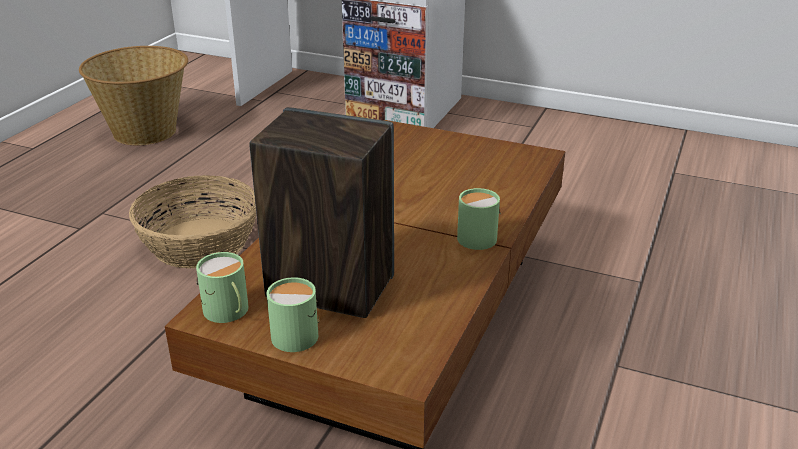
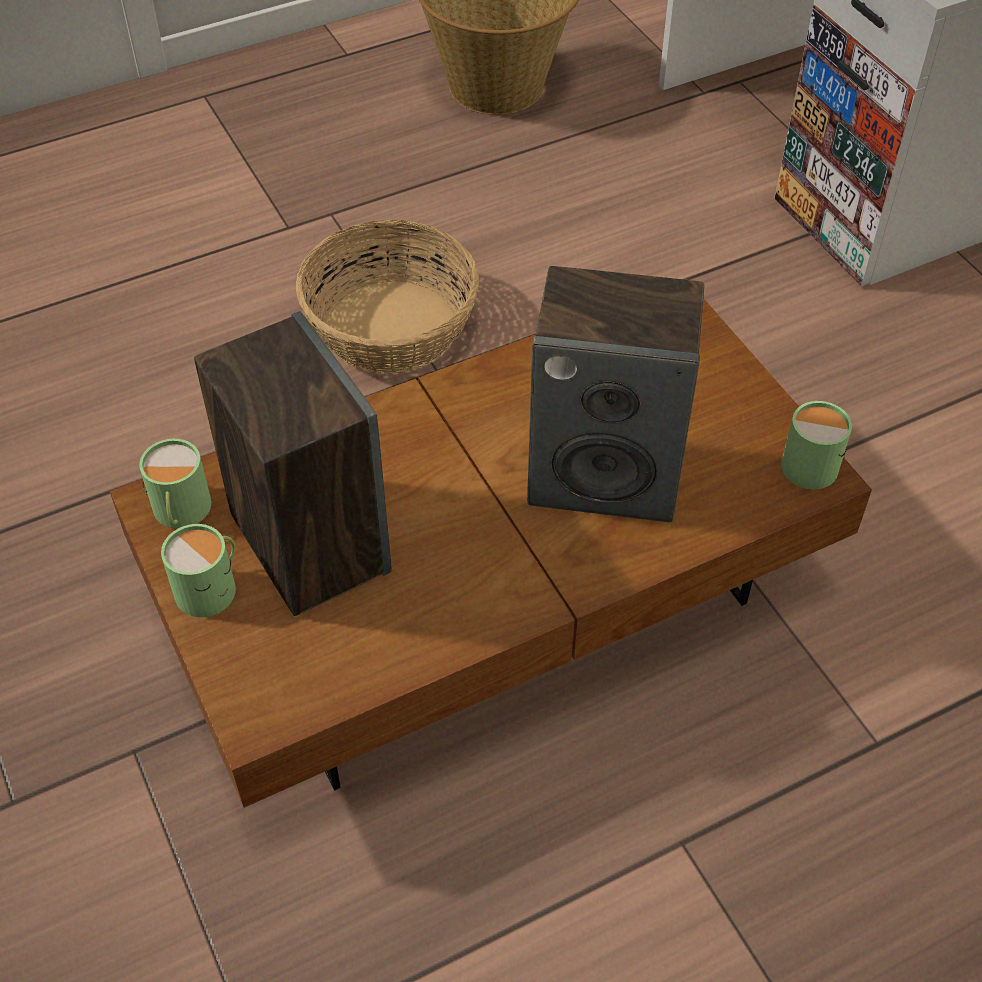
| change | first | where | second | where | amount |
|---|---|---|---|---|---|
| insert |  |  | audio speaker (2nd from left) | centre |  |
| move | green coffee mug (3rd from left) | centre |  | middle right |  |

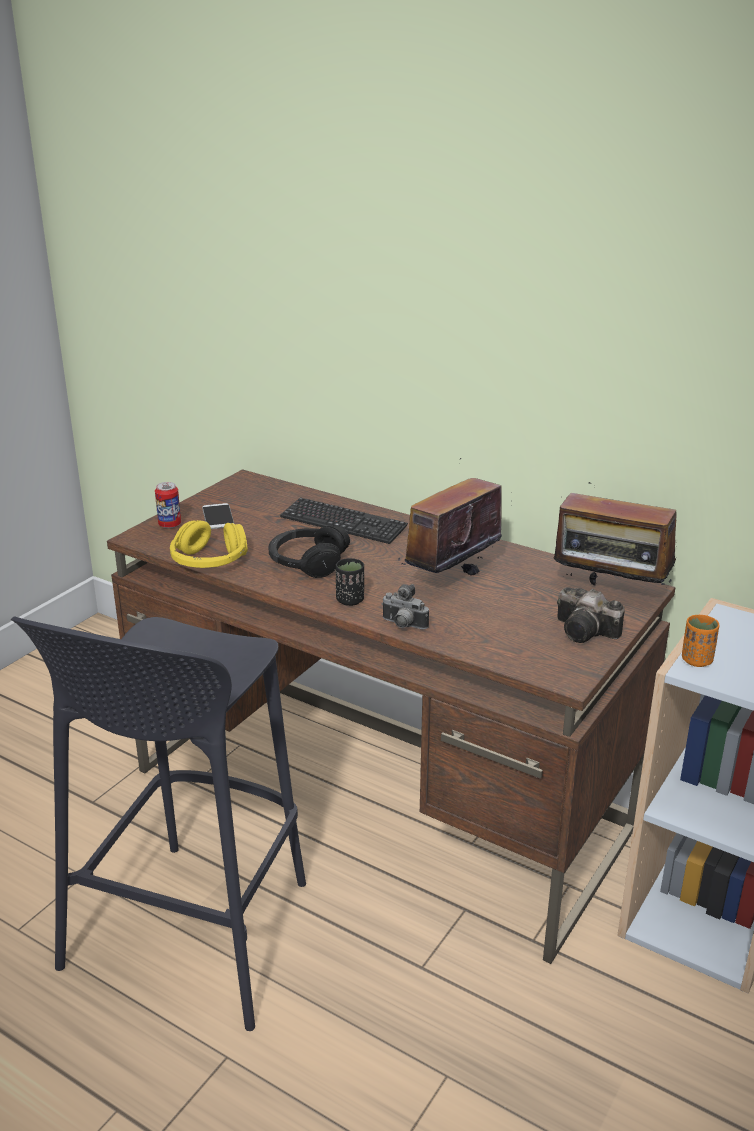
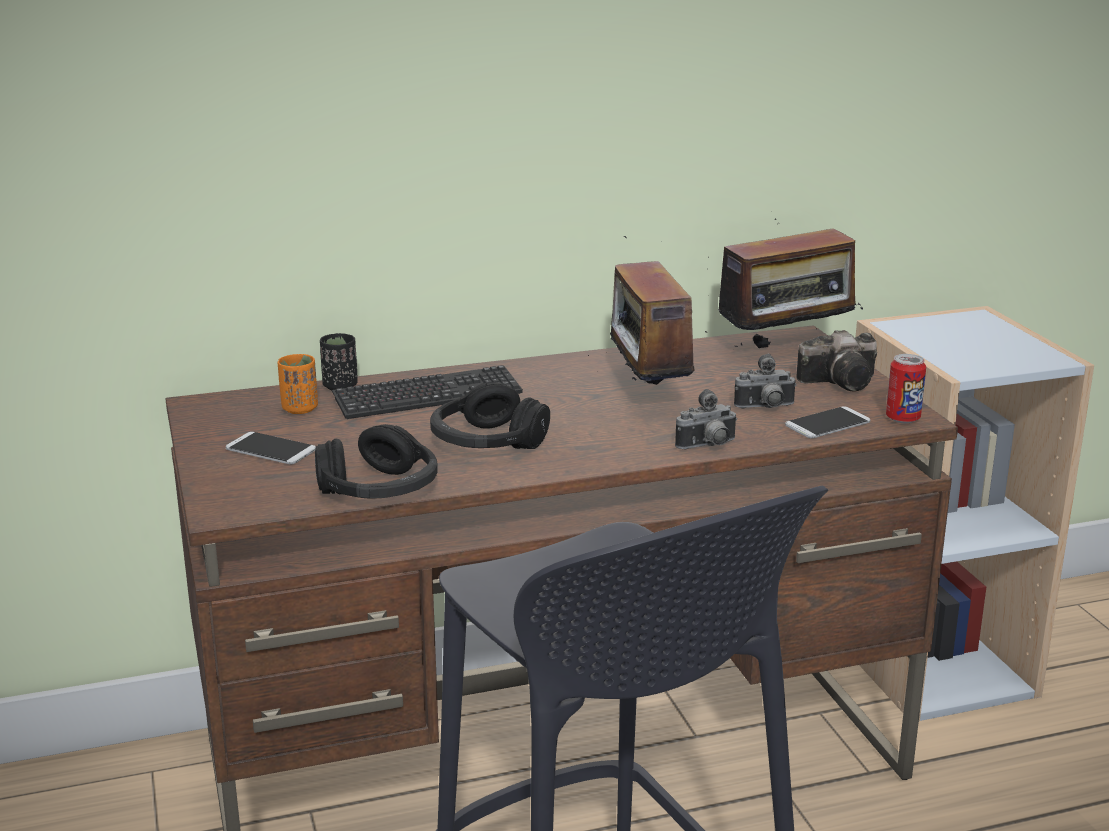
| change | first | where | second | where | amount |
|---|---|---|---|---|---|
| insert |  |  | still camera (2nd from left) | middle right |  |
| insert |  |  | telephone (2nd from left) | middle right |  |
| move | can | middle left |  | middle right |  |
| move | black-coloured small cup | centre |  | middle left |  |
| move | orange-coloured small cup | middle right |  | middle left |  |
| recolor | yellowish headset | middle left | black-coloured headset (1st from left) | centre |  |

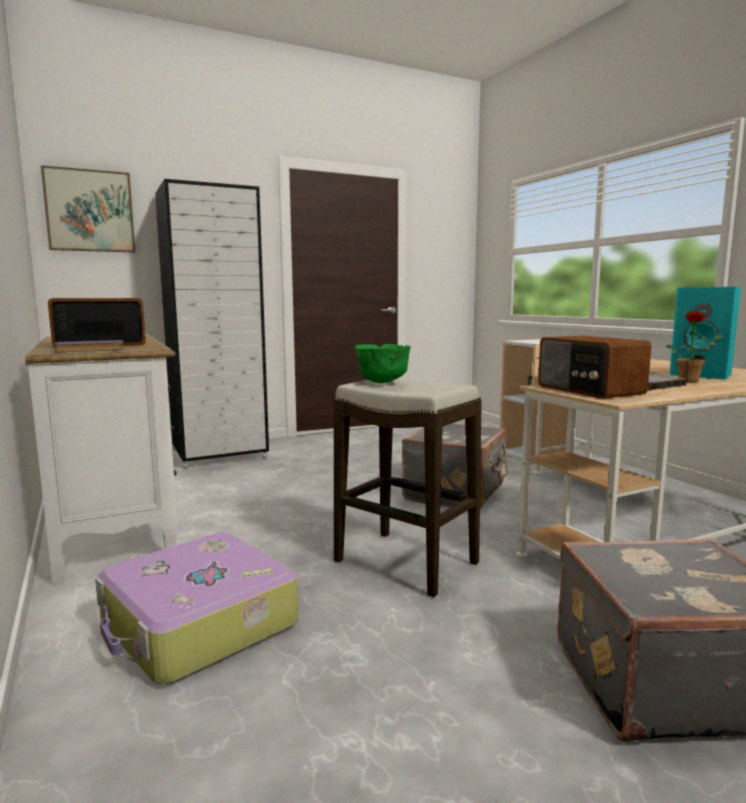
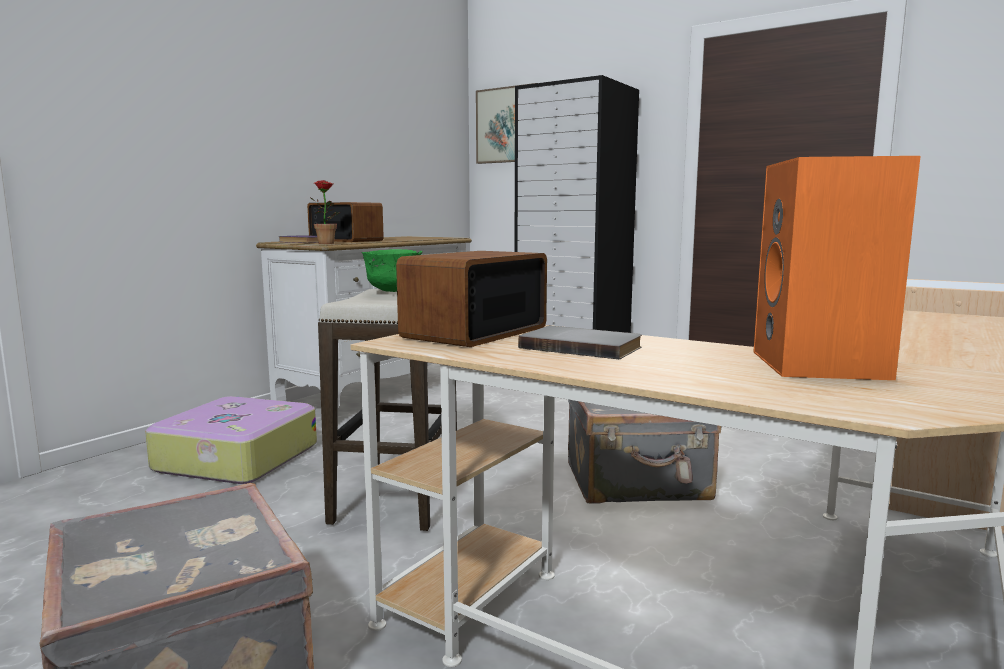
| change | first | where | second | where | amount |
|---|---|---|---|---|---|
| move | houseplant | middle right |  | top left |  |
| recolor | turquoise-coloured audio speaker | middle right | orange-coloured audio speaker | middle right |  |

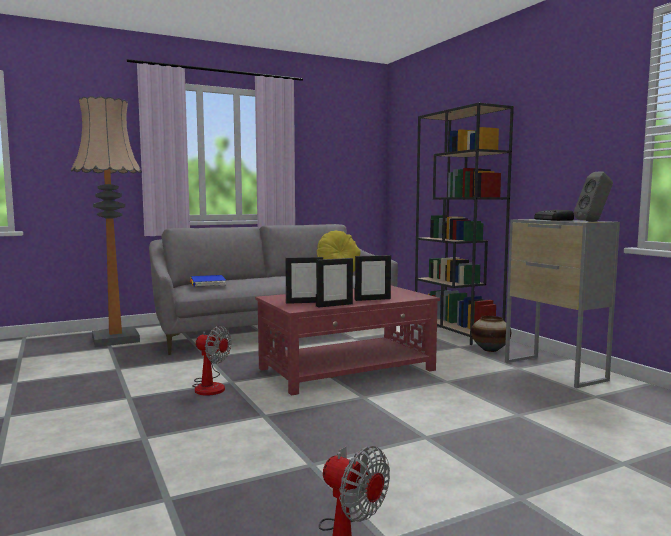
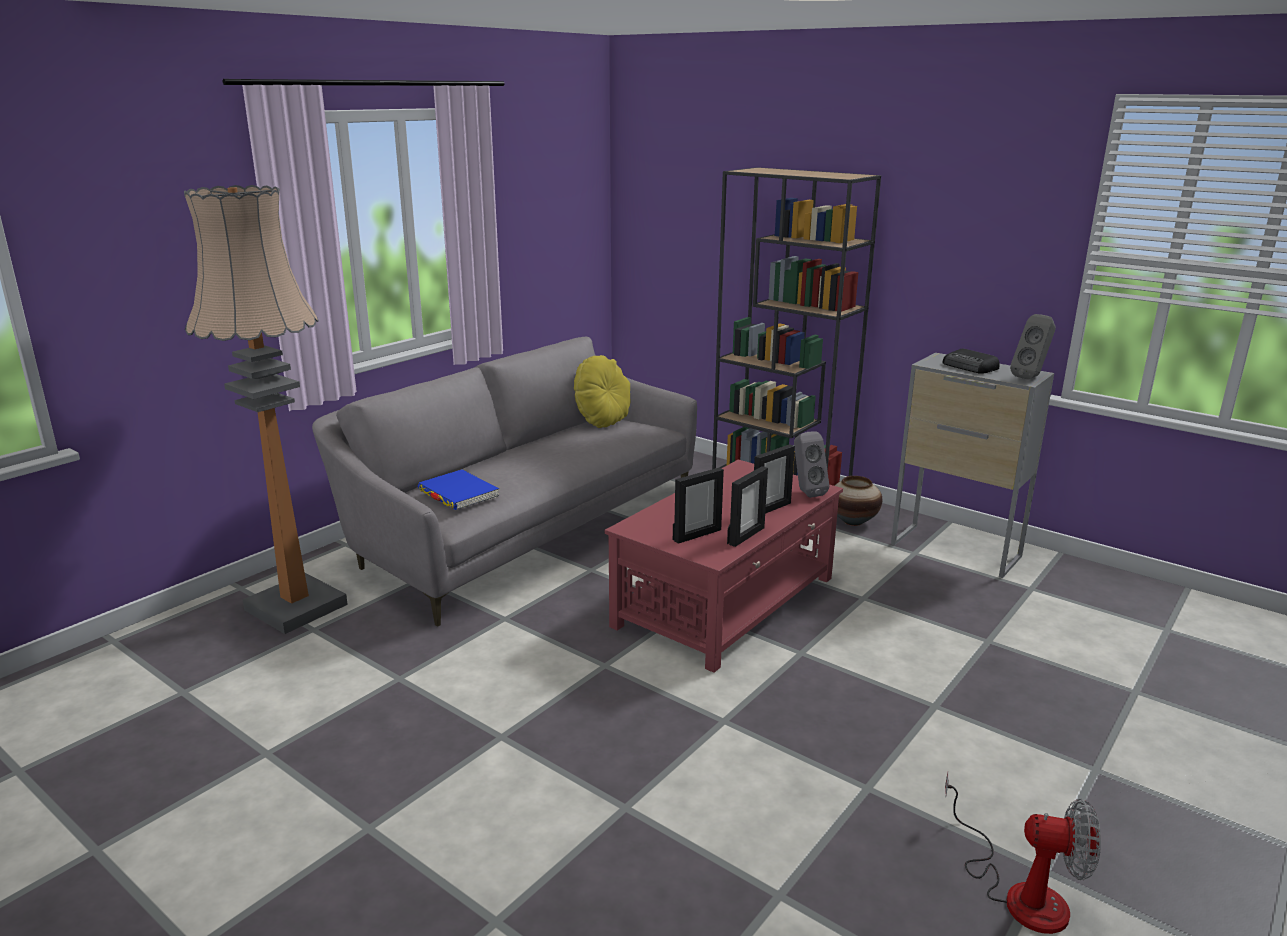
| change | first | where | second | where | amount |
|---|---|---|---|---|---|
| delete | fan (1st from left) | bottom left |  |  |  |
| insert |  |  | grey audio speaker (1st from left) | centre |  |

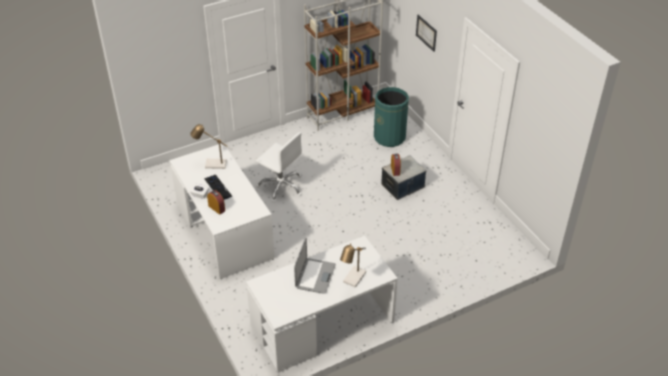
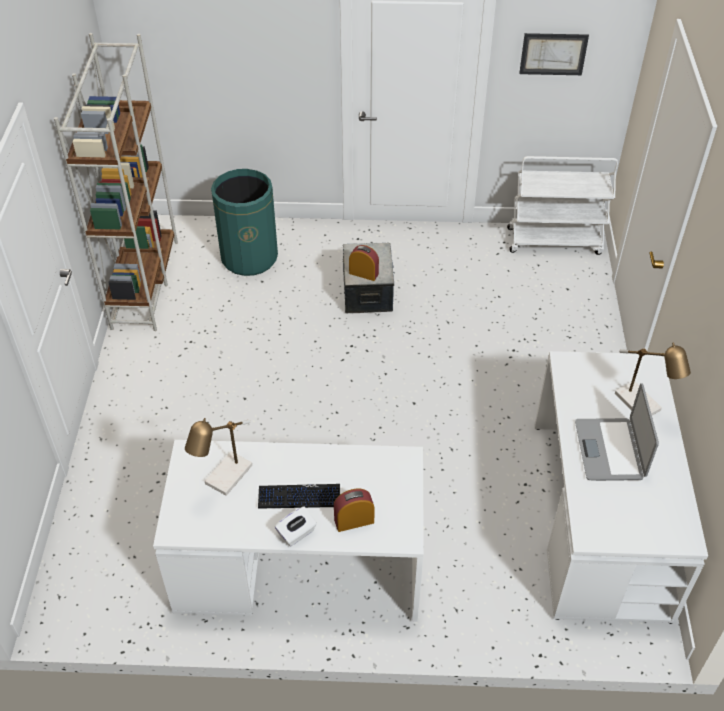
| change | first | where | second | where | amount |
|---|---|---|---|---|---|
| delete | whitish computer chair | centre |  |  |  |
| insert |  |  | whitish trolley | top right |  |
| move | wall picture | top centre |  | top right |  |
| rotate | notebook computer | bottom centre |  | middle right | 135 degrees counterclockwise |

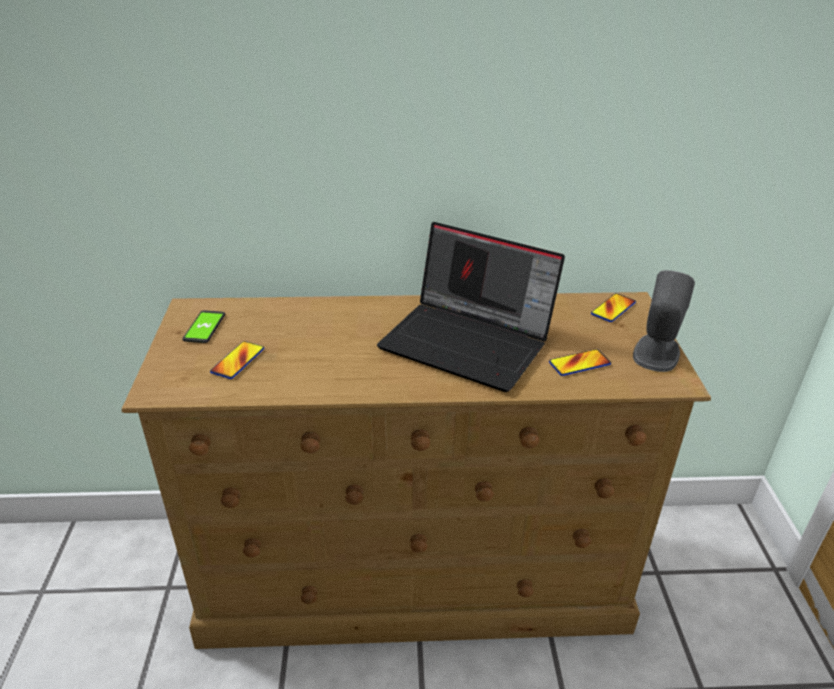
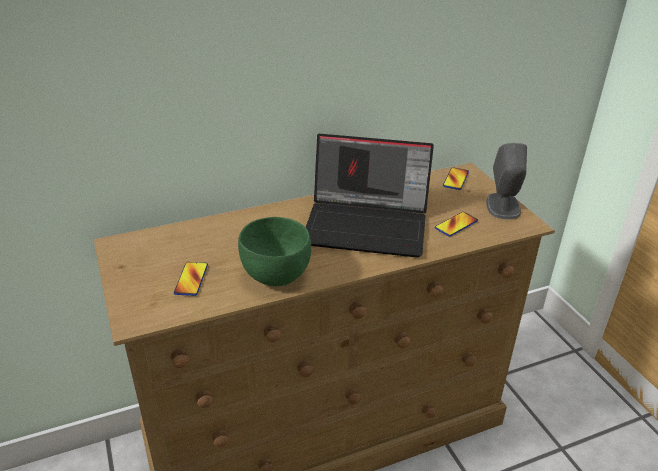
| change | first | where | second | where | amount |
|---|---|---|---|---|---|
| delete | telephone (1st from left) | middle left |  |  |  |
| insert |  |  | green deep dish | centre |  |

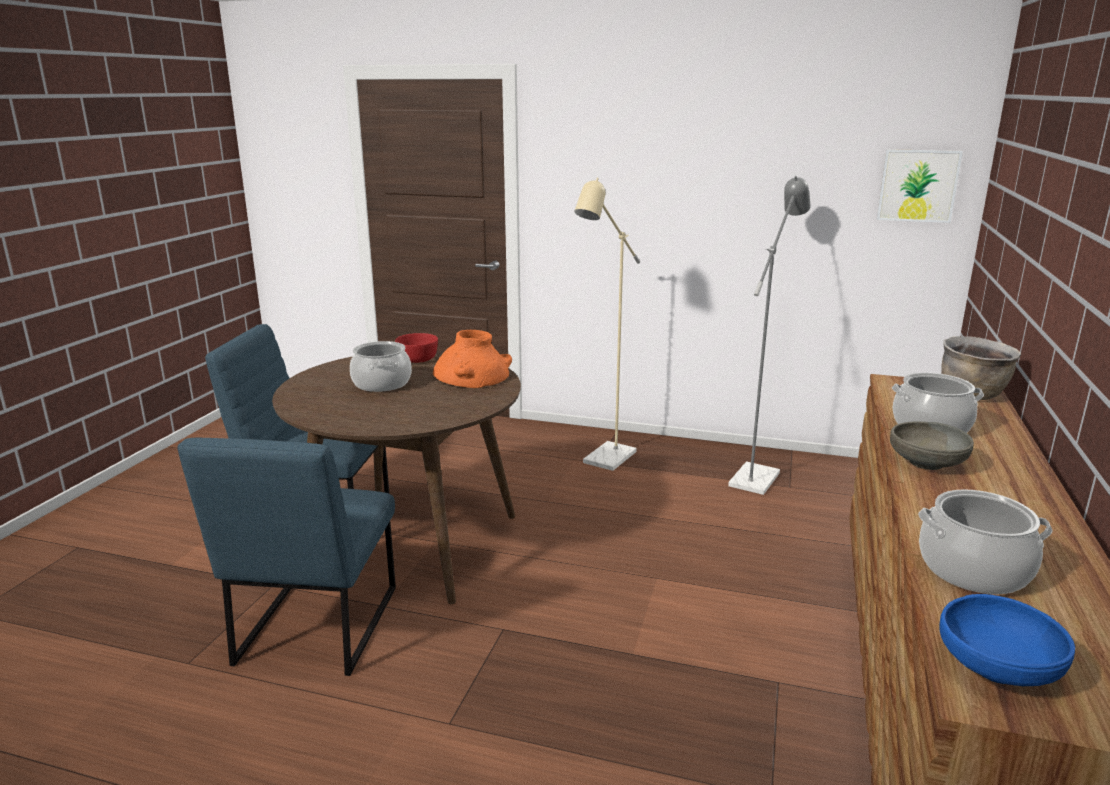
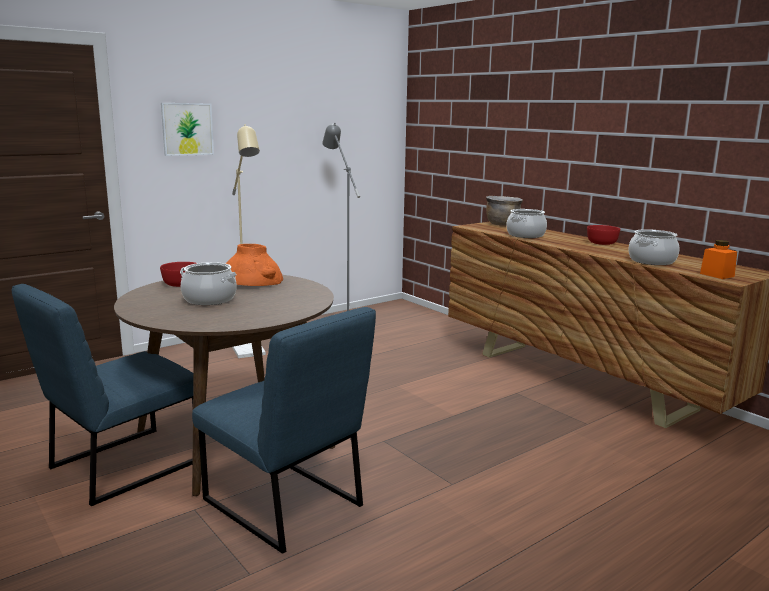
| change | first | where | second | where | amount |
|---|---|---|---|---|---|
| delete | grey deep dish | middle right |  |  |  |
| insert |  |  | red-coloured deep dish (2nd from left) | middle right |  |
| move | wall picture | top right |  | top left |  |
| replace | bluish deep dish | bottom right | orange-coloured preserve jar | middle right |  |

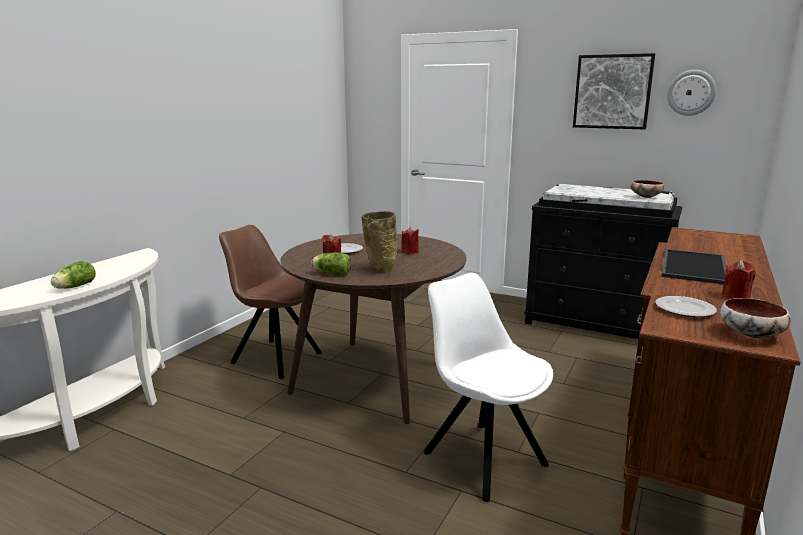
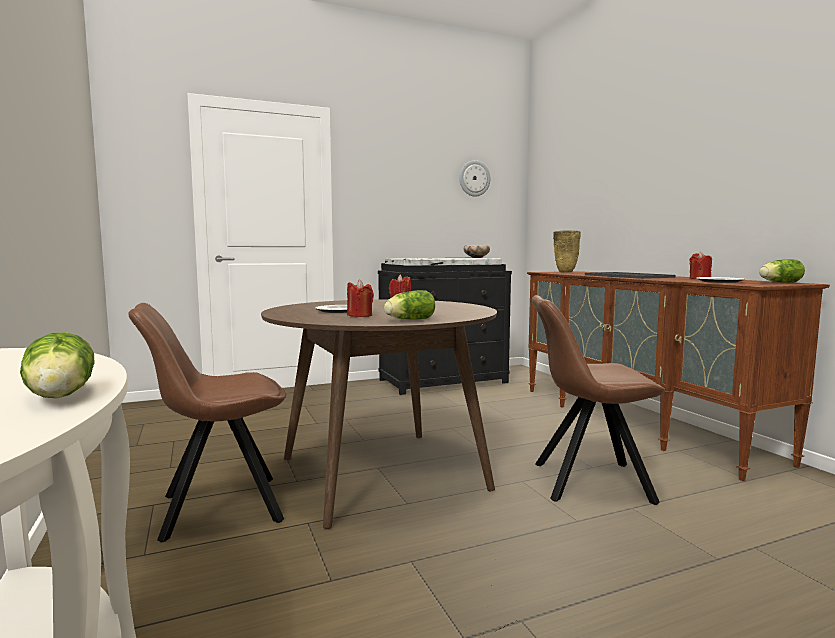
| change | first | where | second | where | amount |
|---|---|---|---|---|---|
| delete | wall picture | top right |  |  |  |
| move | beige flower vase | centre |  | middle right |  |
| replace | deep dish (2nd from left) | middle right | lettuce head (3rd from left) | middle right |  |
| recolor | whitish plain chair | bottom centre | brownish plain chair (2nd from left) | middle right |  |

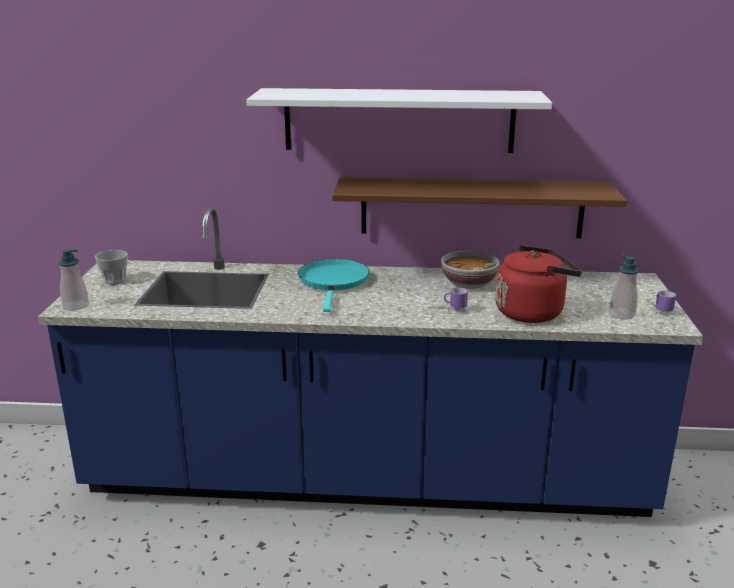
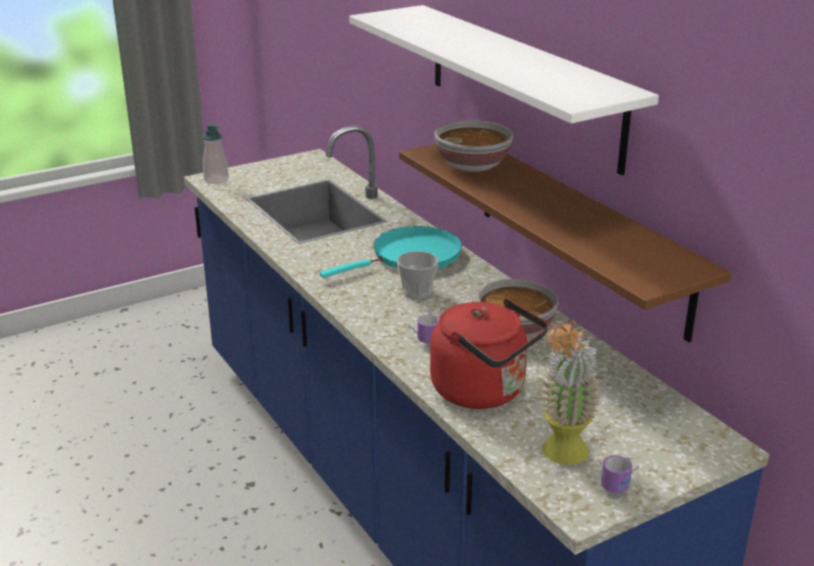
| change | first | where | second | where | amount |
|---|---|---|---|---|---|
| insert |  |  | deep dish (1st from left) | top centre |  |
| move | small cup | middle left |  | centre |  |
| replace | liquid soap bottle (2nd from left) | middle right | houseplant | bottom right |  |

